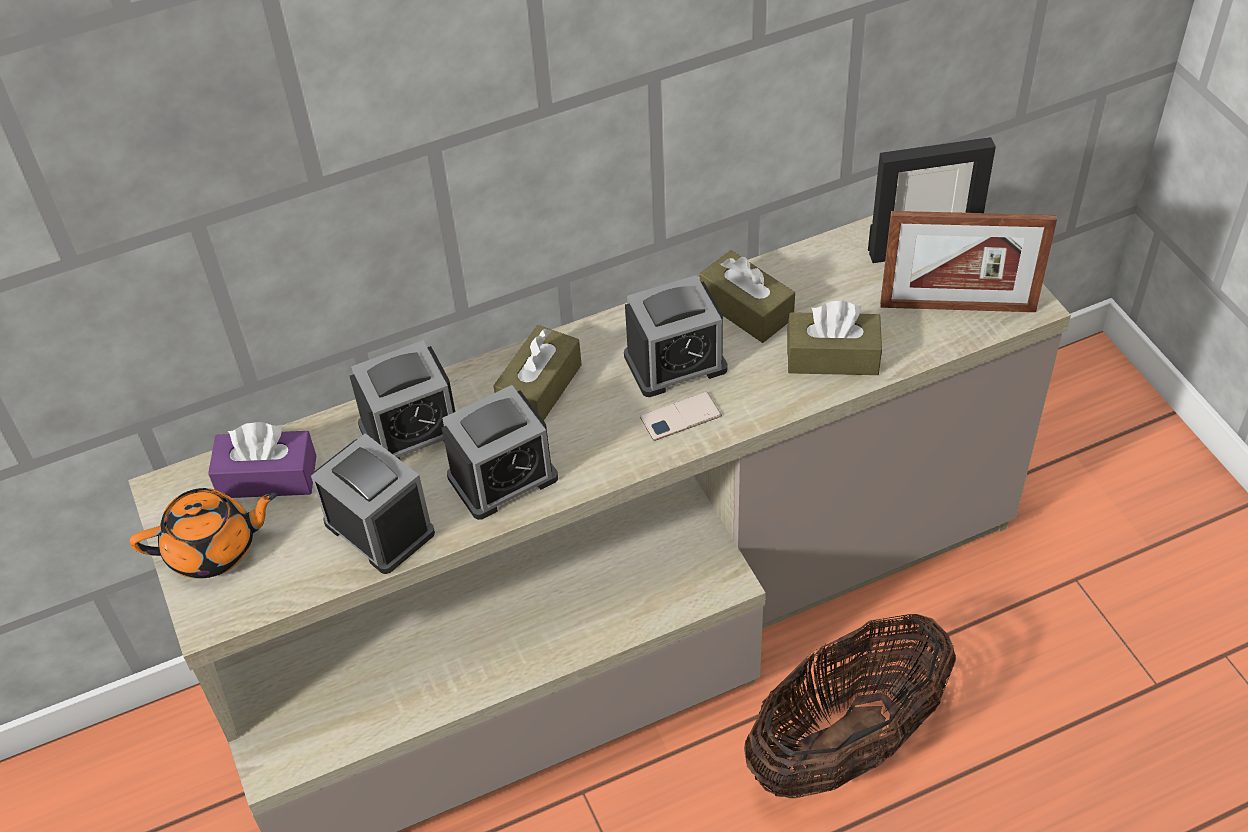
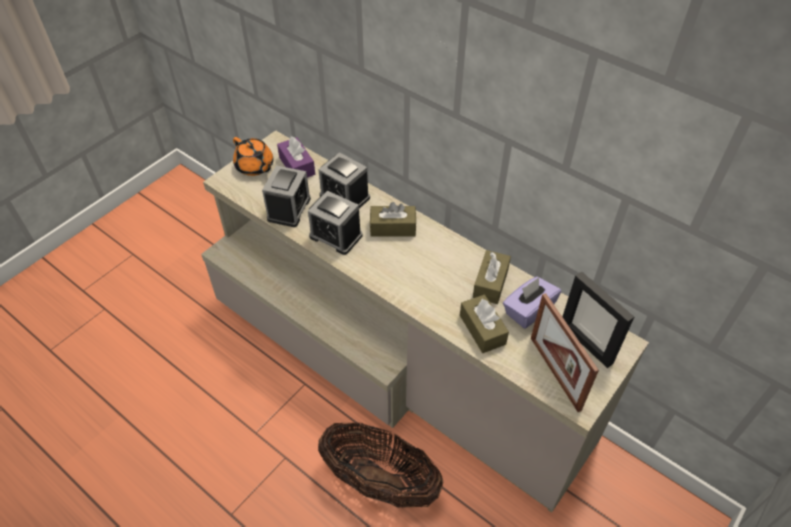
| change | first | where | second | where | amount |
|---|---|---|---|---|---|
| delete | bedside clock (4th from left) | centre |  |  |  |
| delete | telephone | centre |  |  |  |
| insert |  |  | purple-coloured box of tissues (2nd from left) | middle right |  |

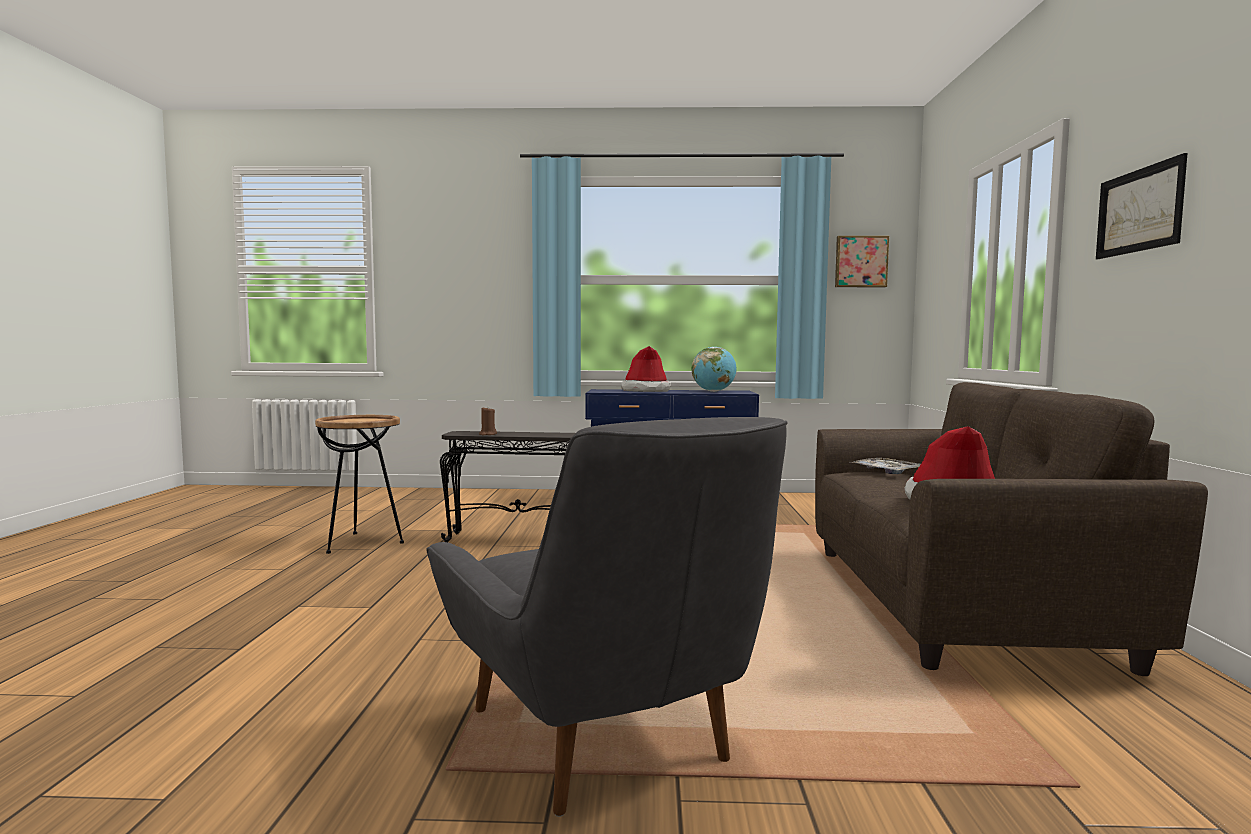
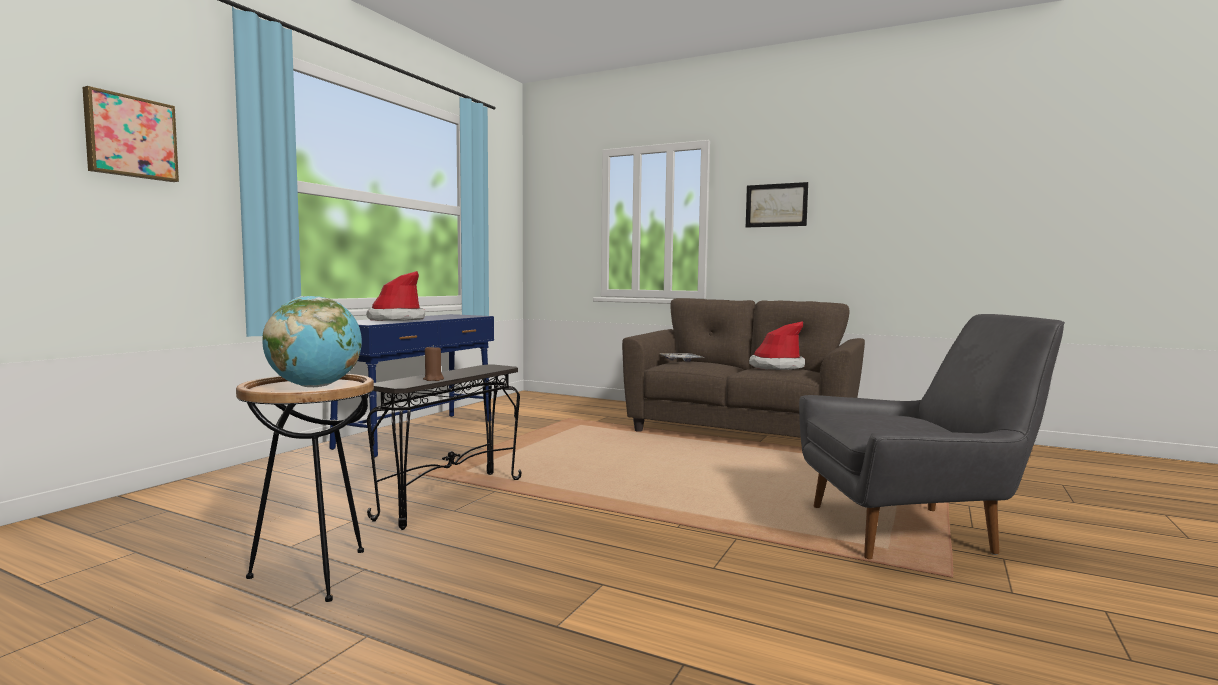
| change | first | where | second | where | amount |
|---|---|---|---|---|---|
| move | globe | centre |  | middle left |  |
| move | wall picture (1st from left) | top right |  | top left |  |

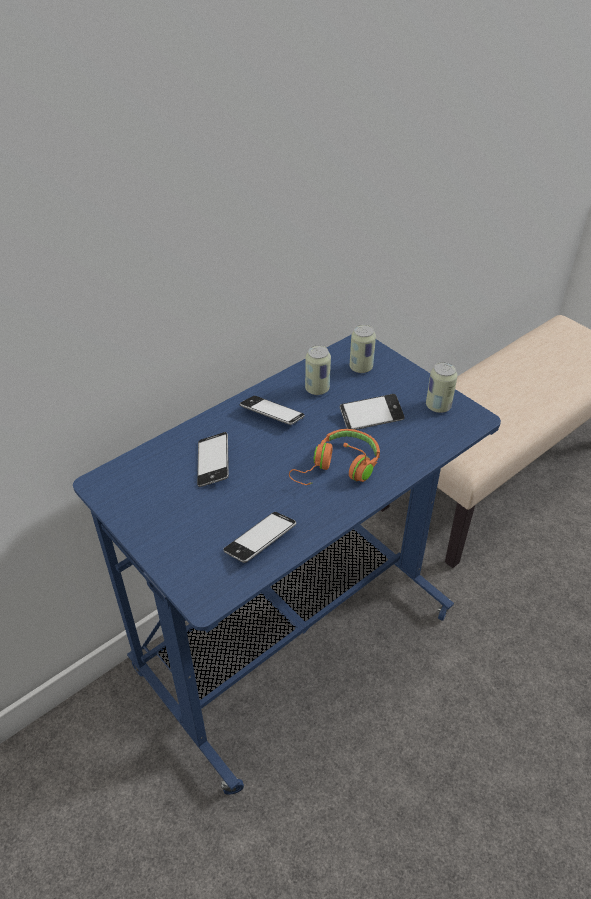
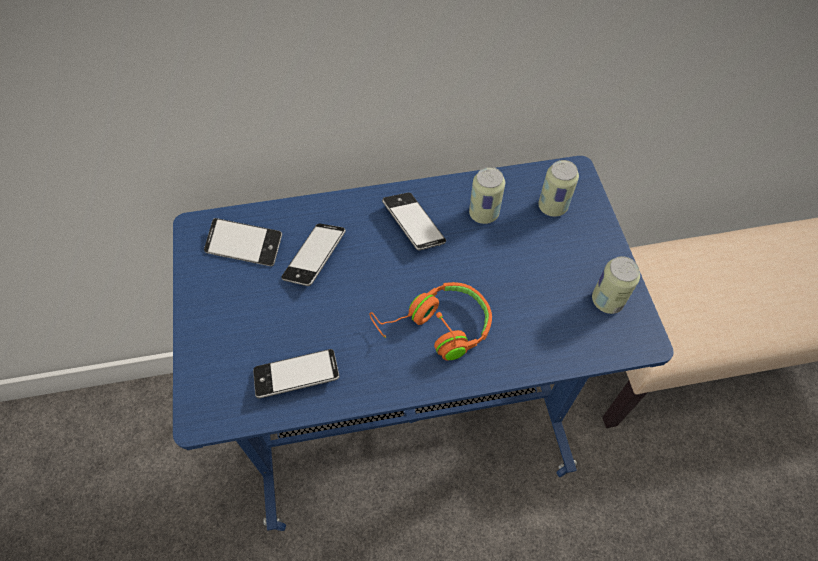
| change | first | where | second | where | amount |
|---|---|---|---|---|---|
| move | telephone (4th from left in the first image) | centre | telephone (1st from left) | middle left |  |

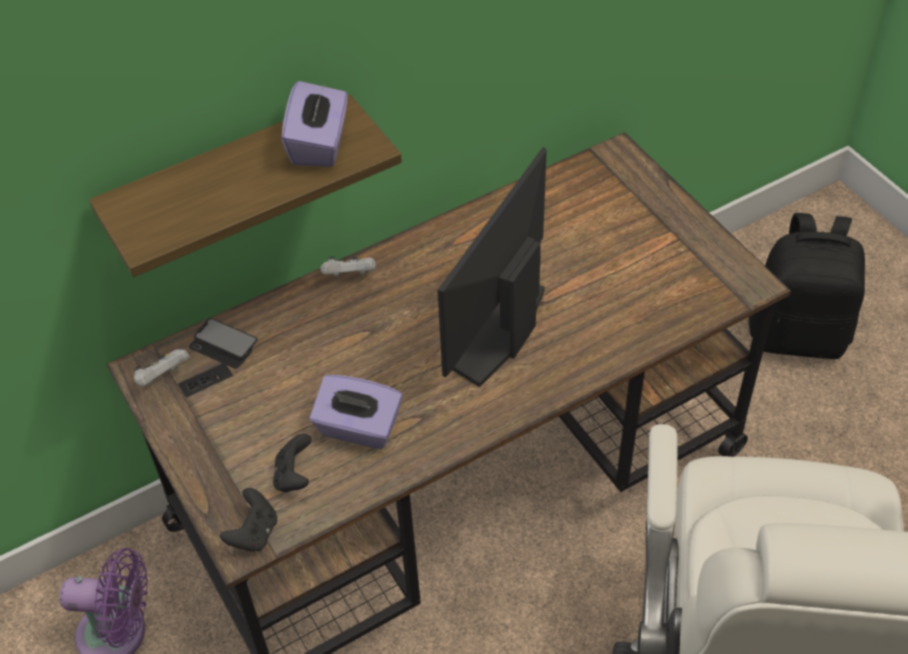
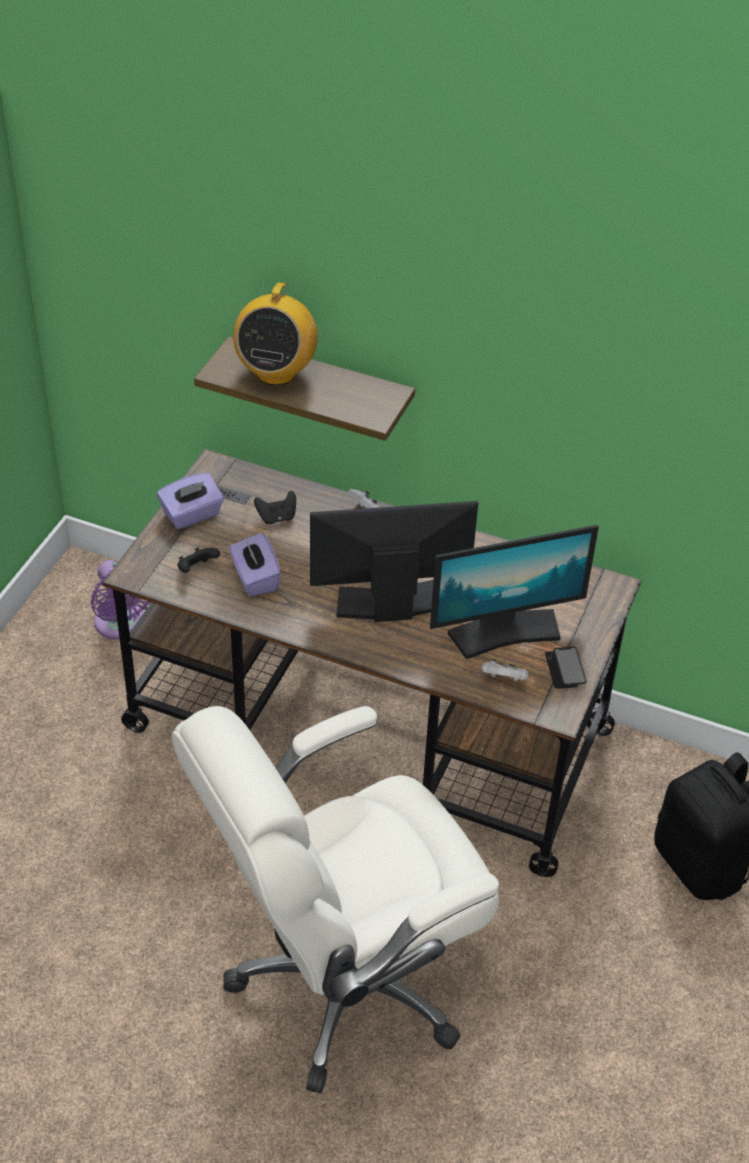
| change | first | where | second | where | amount |
|---|---|---|---|---|---|
| insert |  |  | radio set | top centre |  |
| insert |  |  | monitor (2nd from left) | middle right |  |
| move | whitish game controller (1st from left in the first image) | middle left | whitish game controller (2nd from left) | middle right |  |
| move | telephone | middle left |  | middle right |  |
| move | black-coloured game controller (1st from left in the first image) | bottom left | black-coloured game controller (2nd from left) | centre |  |
| move | purple-coloured box of tissues (1st from left) | top centre |  | middle left |  |

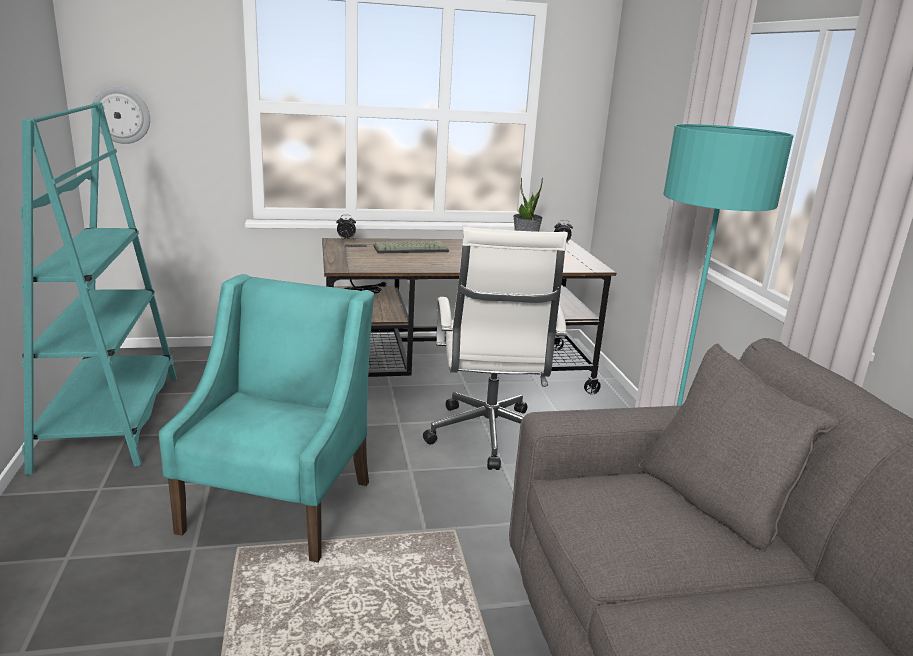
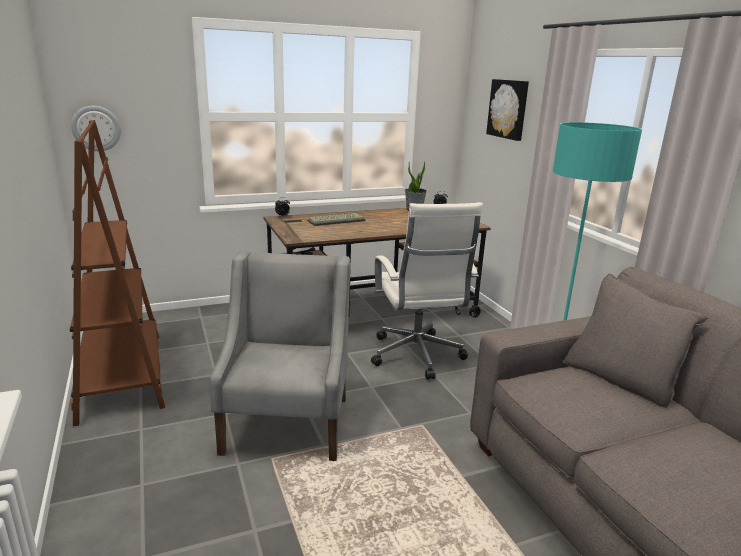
| change | first | where | second | where | amount |
|---|---|---|---|---|---|
| insert |  |  | wall picture | top right |  |
| recolor | turquoise-coloured shelving unit | middle left | brownish shelving unit | middle left |  |
| recolor | turquoise-coloured easy chair | middle left | grey easy chair | centre |  |

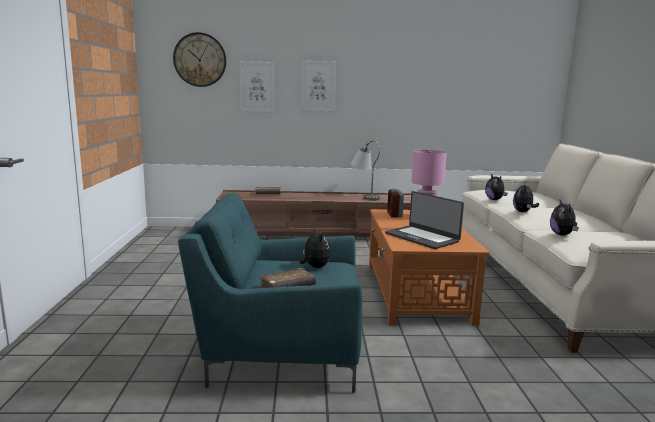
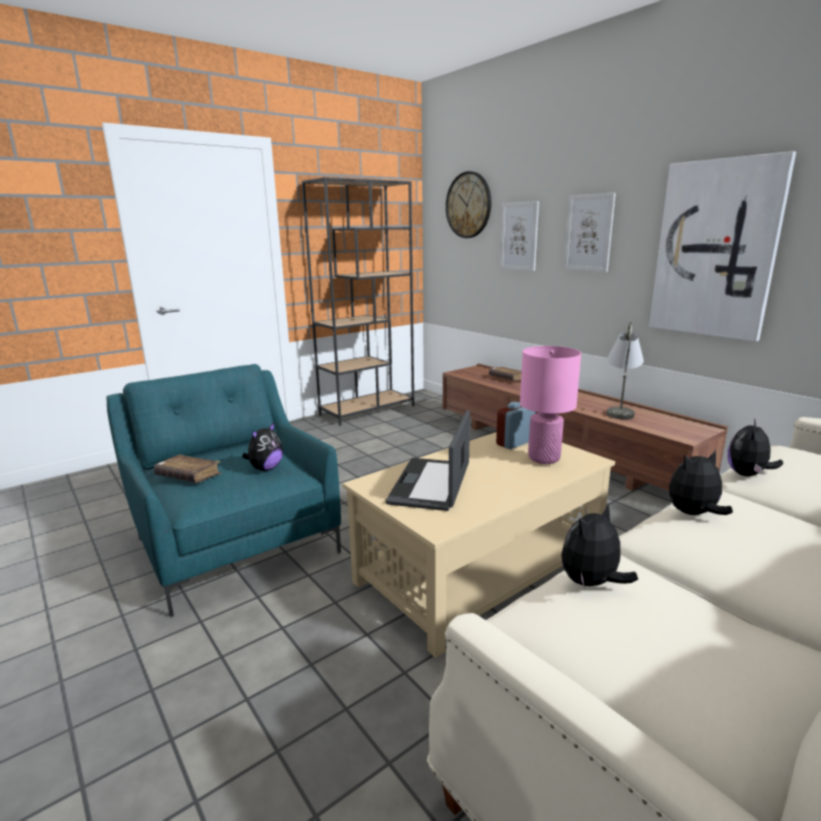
| change | first | where | second | where | amount |
|---|---|---|---|---|---|
| insert |  |  | shelving unit | centre |  |
| insert |  |  | wall picture (3rd from left) | top right |  |
| recolor | orange-coloured lounge table | centre | beige lounge table | centre |  |

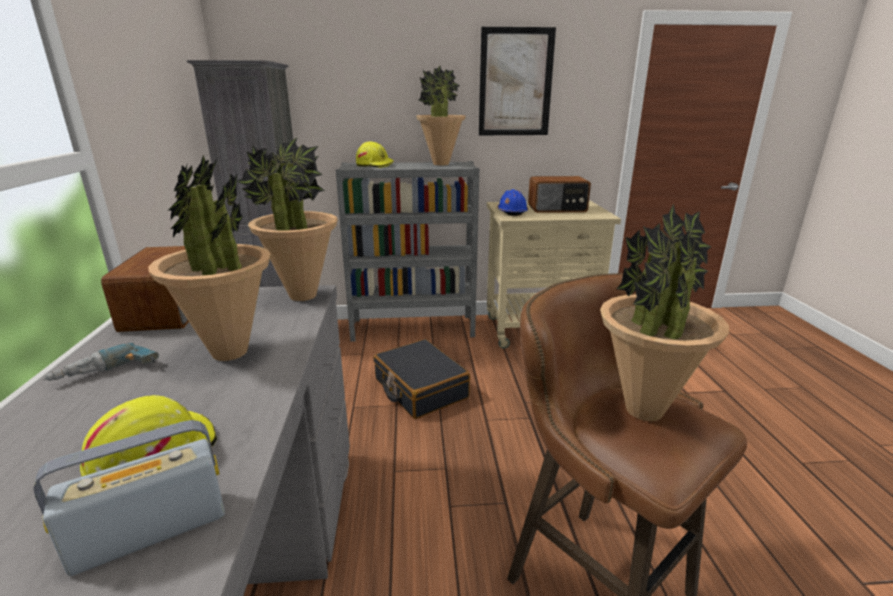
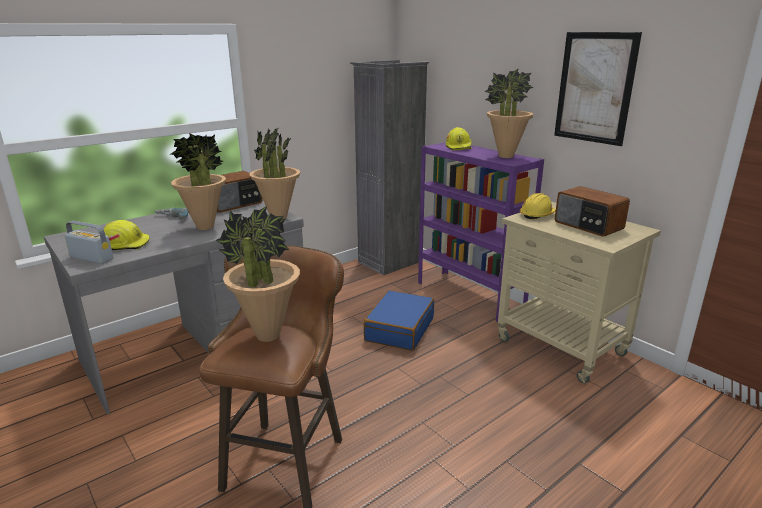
| change | first | where | second | where | amount |
|---|---|---|---|---|---|
| recolor | grey shelving unit | centre | purple-coloured shelving unit | centre |  |
| recolor | black-coloured piece of luggage | centre | bluish piece of luggage | centre |  |
| recolor | bluish hard hat | centre | yellowish hard hat (3rd from left) | middle right |  |

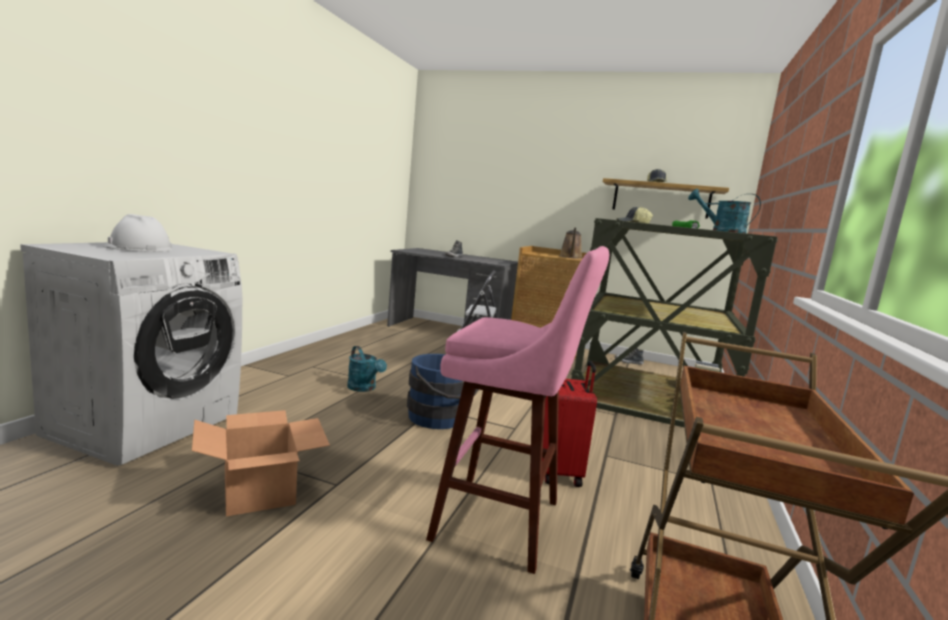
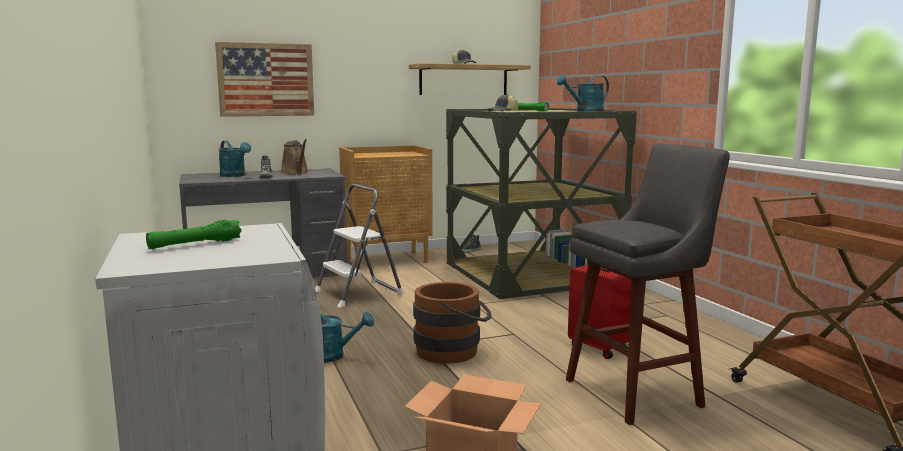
| change | first | where | second | where | amount |
|---|---|---|---|---|---|
| insert |  |  | wall picture | top left |  |
| insert |  |  | turquoise-coloured watering pot (1st from left) | middle left |  |
| move | brownish watering pot | centre |  | middle left |  |
| replace | whitish hard hat | middle left | green torch (1st from left) | middle left |  |
| recolor | bluish water bucket | centre | brownish water bucket | bottom centre |  |
| recolor | pink-coloured stool seat | centre | grey stool seat | middle right |  |

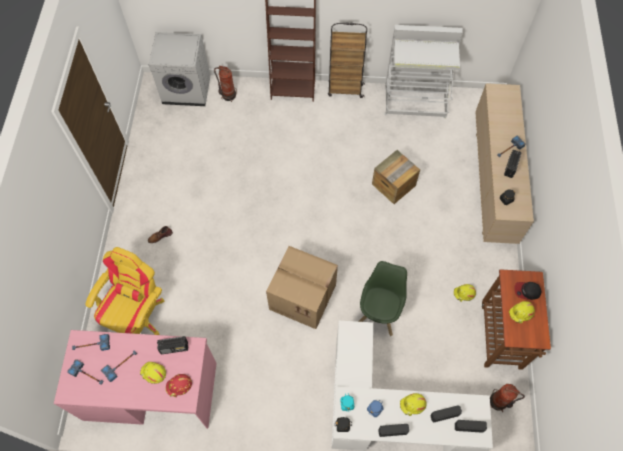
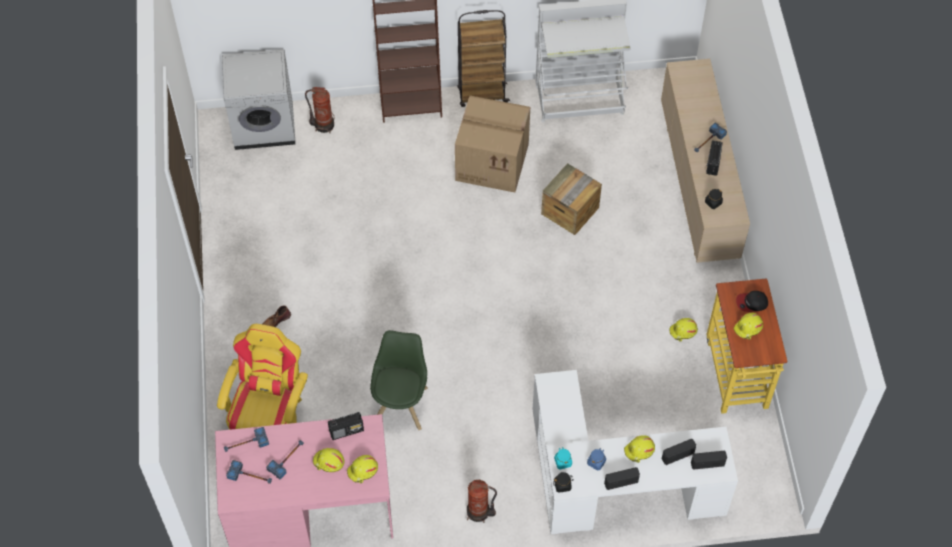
| change | first | where | second | where | amount |
|---|---|---|---|---|---|
| move | cardboard box | centre |  | top centre |  |
| move | green plain chair | centre |  | bottom centre |  |
| move | fire-fighting cylinder (2nd from left) | bottom right |  | bottom centre |  |
| recolor | red-coloured hard hat | bottom left | yellowish hard hat (2nd from left) | bottom centre |  |
| recolor | brownish trolley (2nd from left) | bottom right | yellowish trolley | middle right |  |

